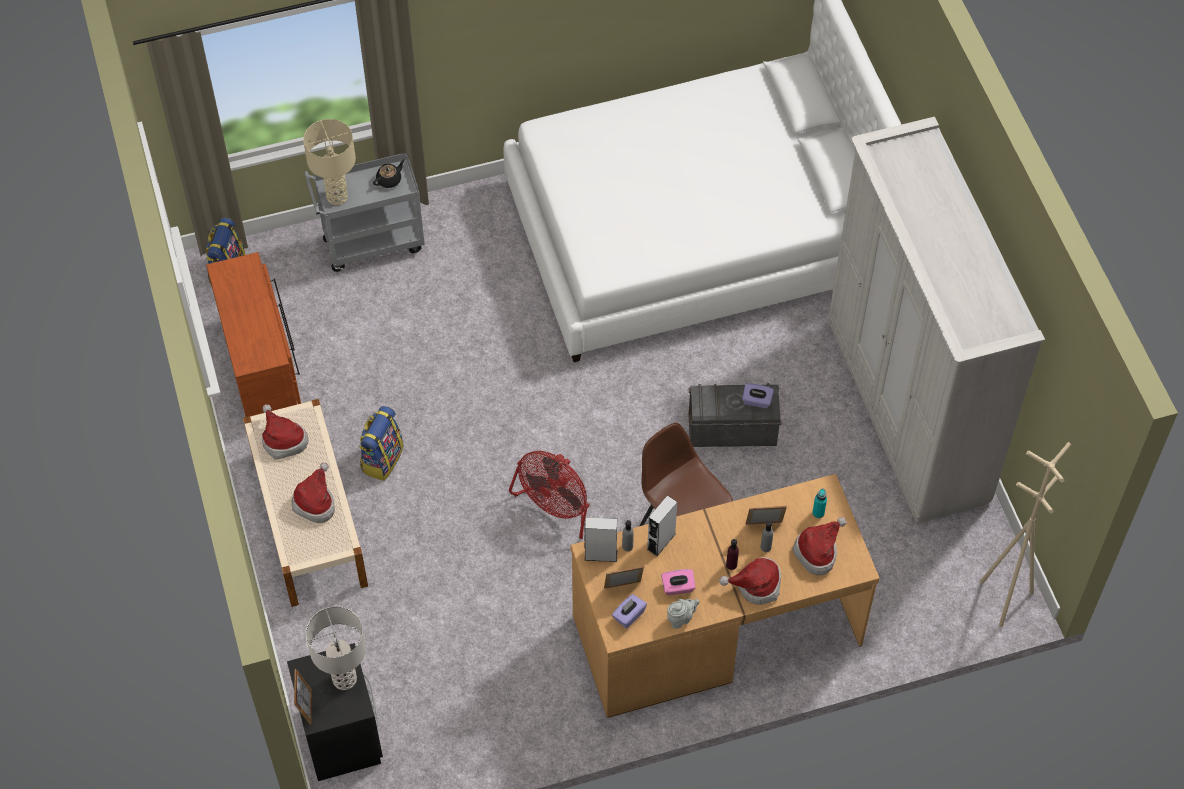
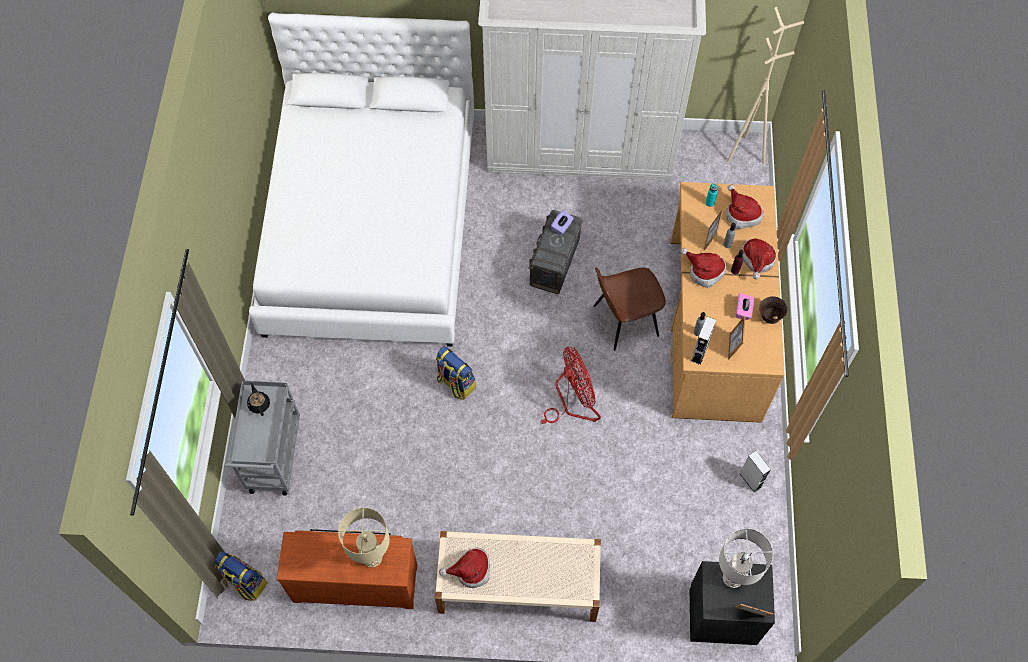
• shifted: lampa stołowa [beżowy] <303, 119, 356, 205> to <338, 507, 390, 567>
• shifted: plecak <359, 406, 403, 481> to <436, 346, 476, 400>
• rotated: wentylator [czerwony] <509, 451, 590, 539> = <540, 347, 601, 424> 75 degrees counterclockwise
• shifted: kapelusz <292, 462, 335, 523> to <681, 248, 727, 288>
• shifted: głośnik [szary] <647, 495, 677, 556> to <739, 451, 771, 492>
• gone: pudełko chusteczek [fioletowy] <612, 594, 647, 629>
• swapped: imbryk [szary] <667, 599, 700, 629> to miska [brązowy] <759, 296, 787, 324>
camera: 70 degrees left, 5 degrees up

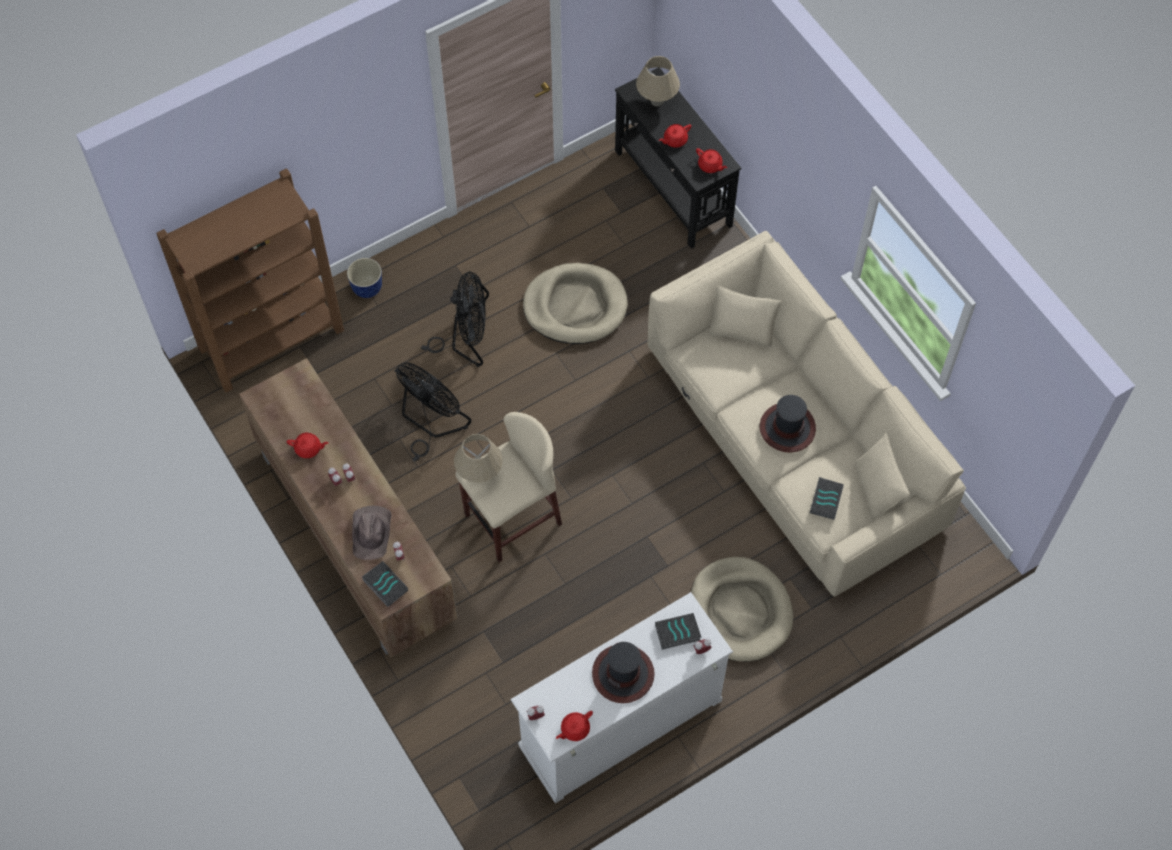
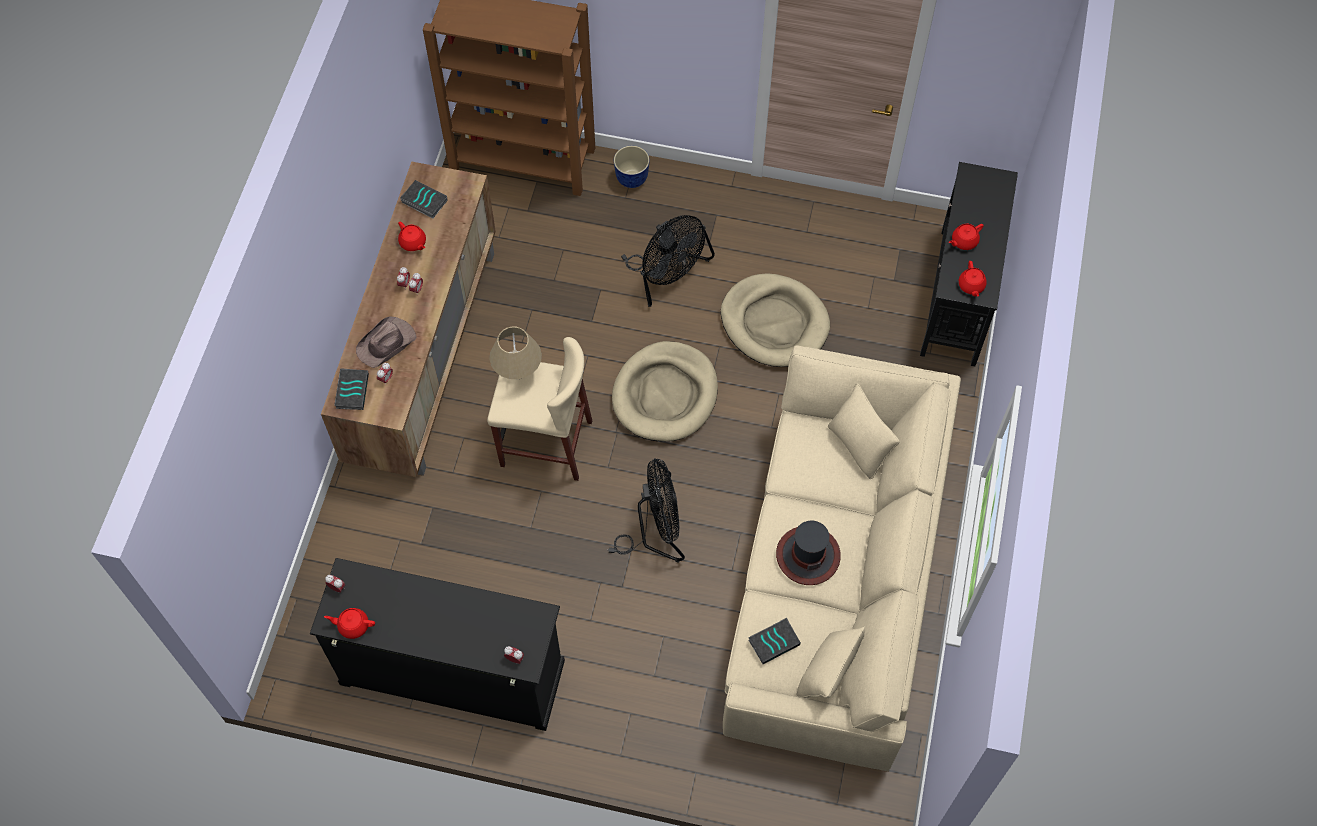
• gone: lampa stołowa [beżowy] <636, 56, 680, 106>
• rotated: imbryk [czerwony] <659, 124, 691, 148> = <949, 224, 983, 250> 45 degrees counterclockwise
• shifted: wentylator [czarny] <394, 362, 471, 462> to <607, 458, 685, 563>
• shifted: legowisko [beżowy] <691, 557, 793, 661> to <612, 341, 718, 442>
• repainted: szafka [biały] <511, 592, 733, 803> to szafka [czarny] <310, 558, 565, 731>
• shifted: książka <655, 613, 702, 650> to <400, 180, 448, 219>
• gone: kapelusz <592, 642, 655, 703>
camera: 45 degrees right, 0 degrees up

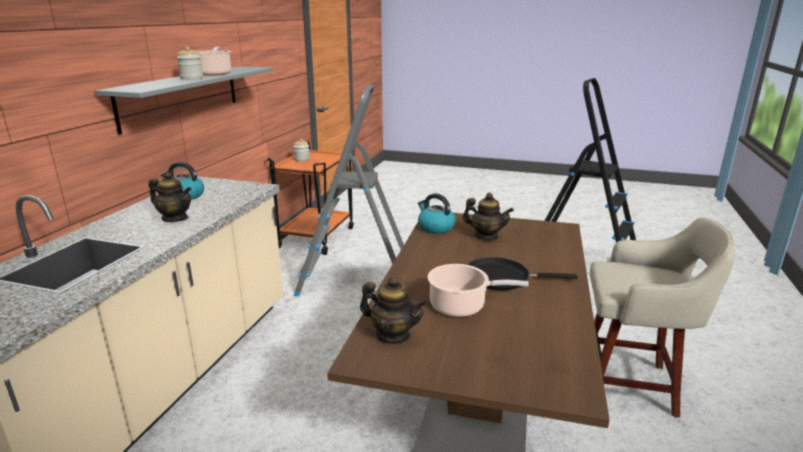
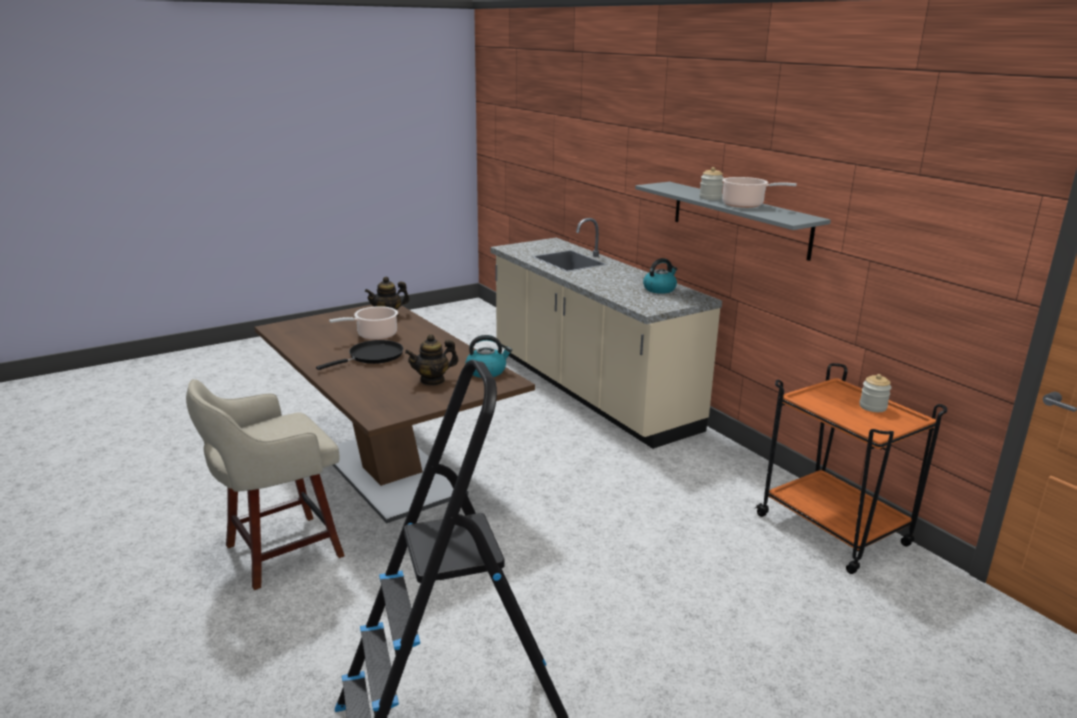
• gone: drabinka [szary] <294, 84, 404, 296>
• gone: imbryk <148, 172, 192, 222>
camera: 130 degrees right, 0 degrees up

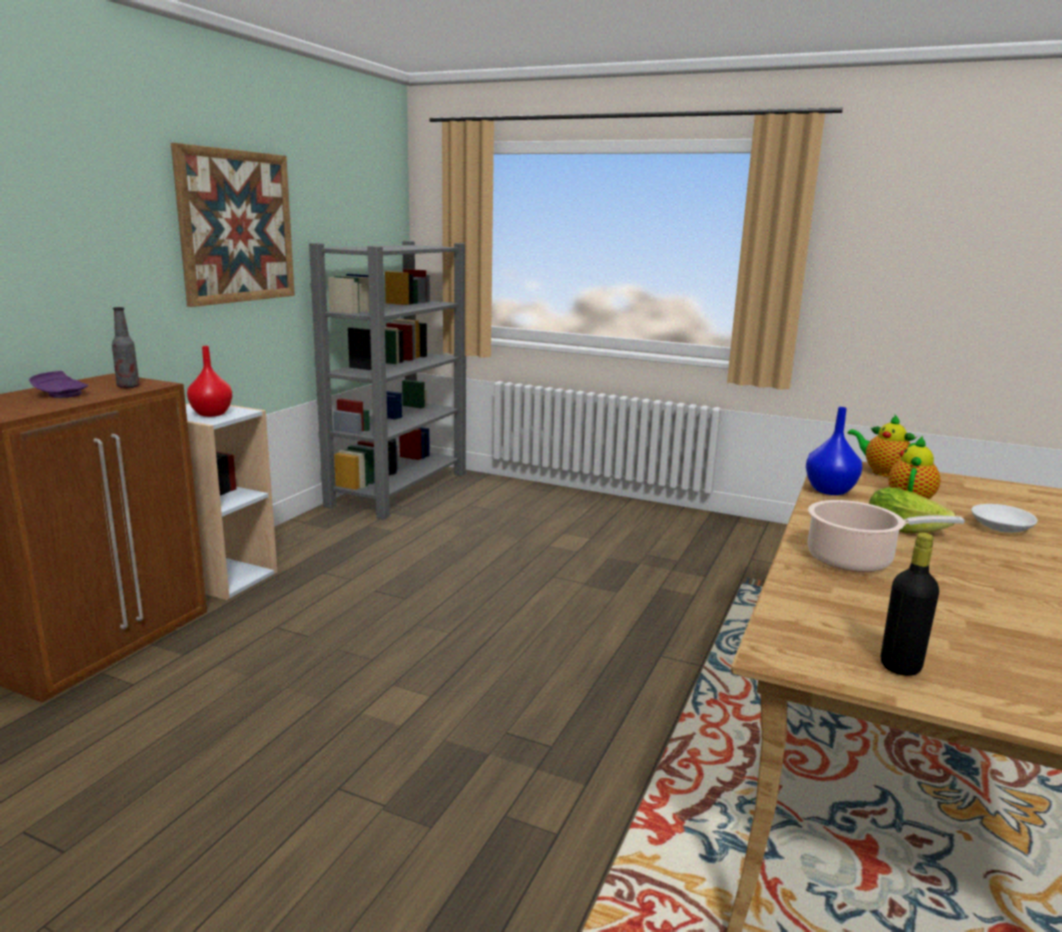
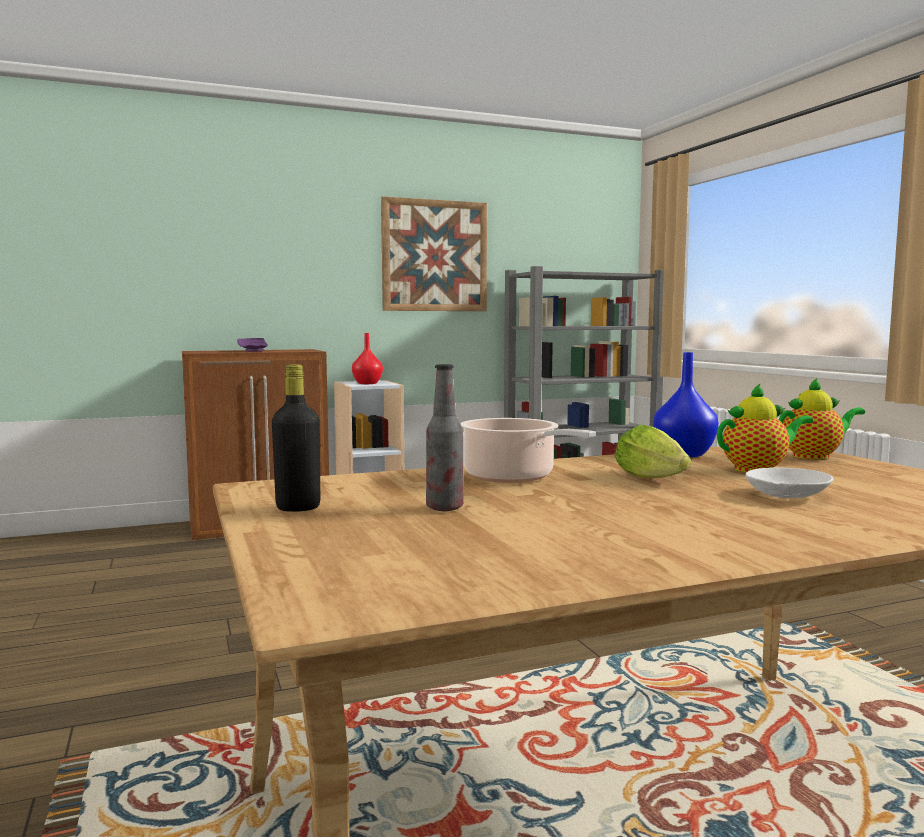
• shifted: butelka <112, 307, 139, 388> to <426, 364, 464, 511>
• rotated: imbryk <848, 415, 917, 477> = <779, 378, 865, 460> 75 degrees clockwise
camera: 45 degrees right, 10 degrees down

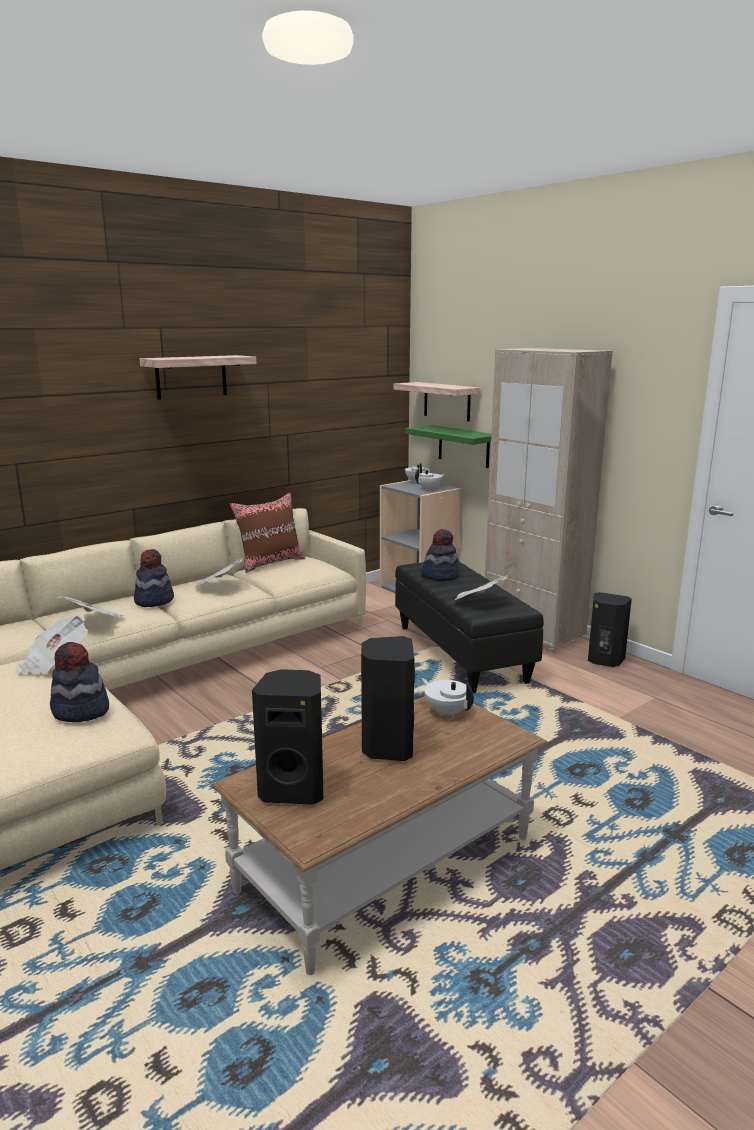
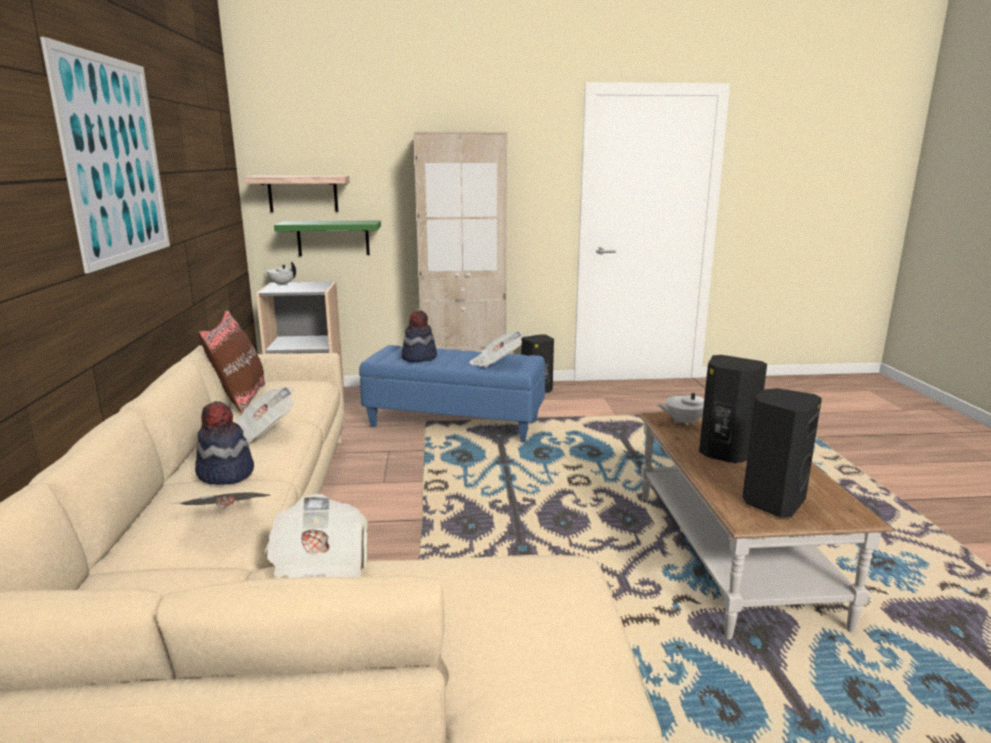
• swapped: półka <140, 355, 256, 400> to obraz <40, 37, 170, 274>
• gone: imbryk [biały] <415, 468, 445, 491>
• repainted: pufa [czarny] <395, 561, 544, 693> to pufa [niebieski] <359, 345, 545, 443>
• gone: kapelusz <50, 642, 109, 722>
camera: 55 degrees left, 0 degrees up

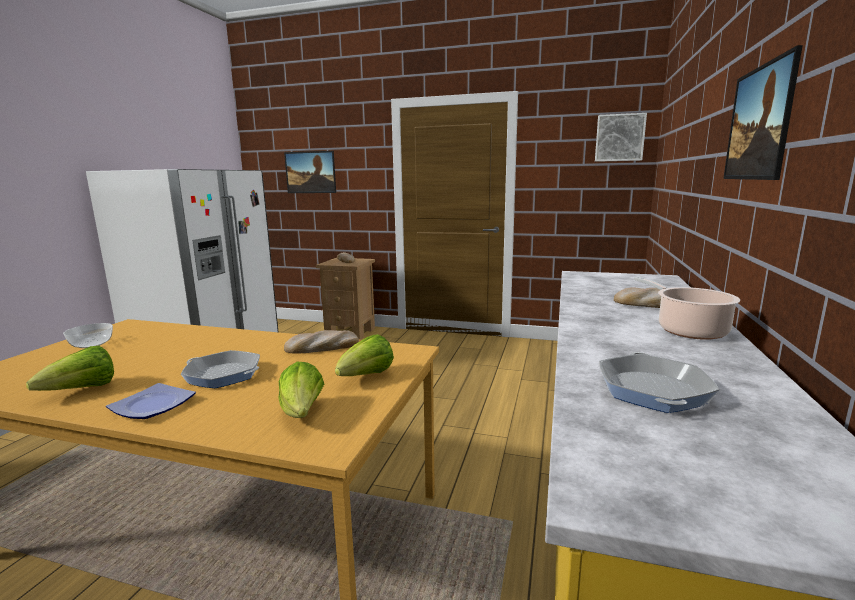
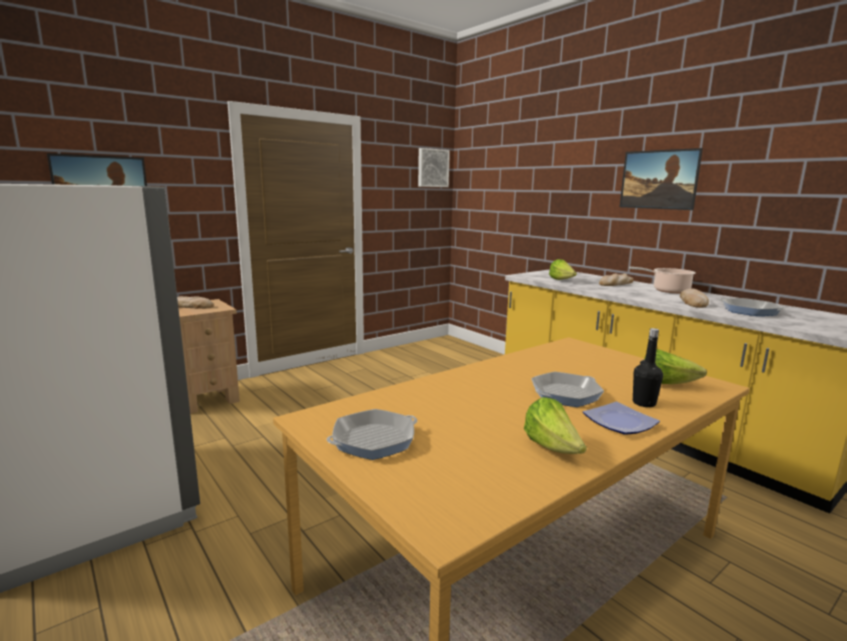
• swapped: miska <63, 323, 113, 348> to patelnia <326, 409, 417, 460>
• shifted: chleb <284, 330, 359, 354> to <680, 288, 709, 308>
• shifted: sałata <335, 334, 394, 376> to <549, 259, 577, 280>
• new: butelka [czarny] <633, 328, 663, 407>
camera: 55 degrees left, 0 degrees up

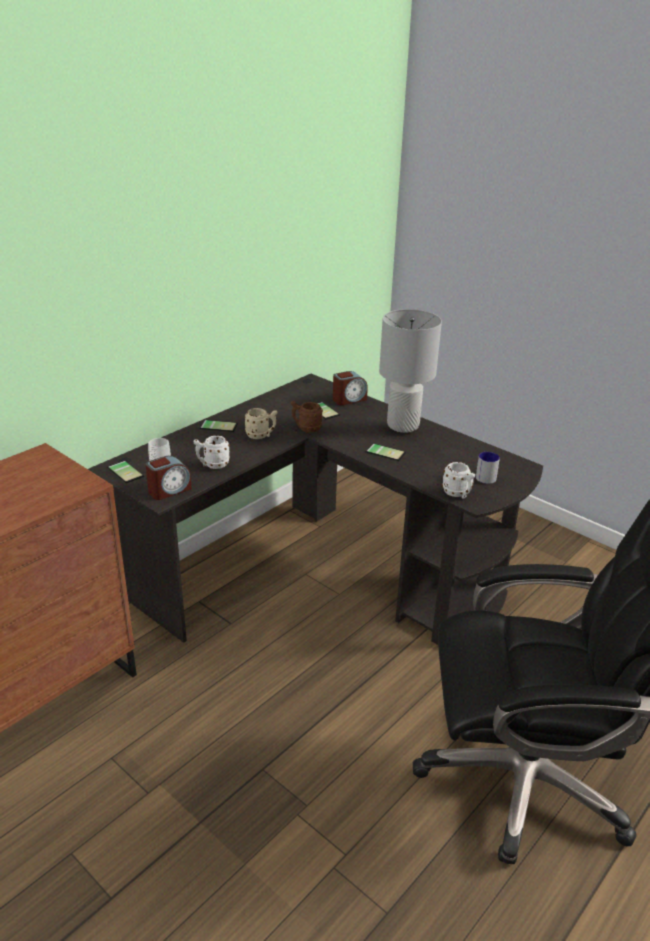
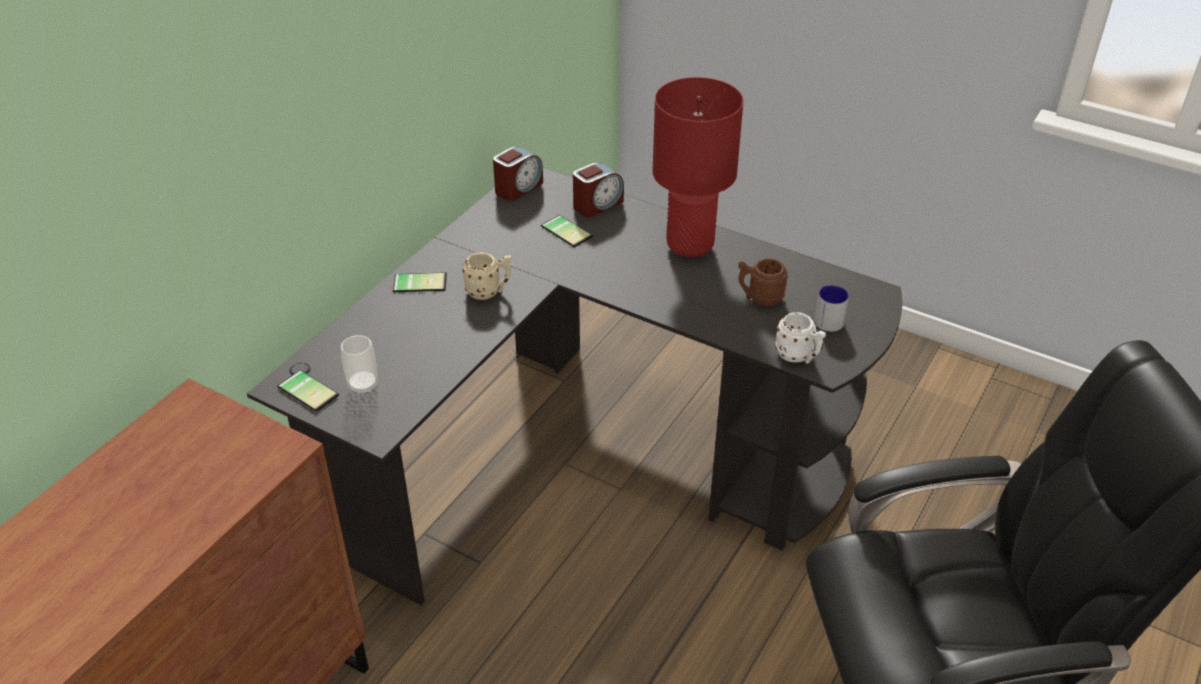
• repainted: lampa stołowa [szary] <379, 309, 442, 433> to lampa stołowa [czerwony] <652, 77, 744, 257>
• shifted: kubek [brązowy] <291, 401, 323, 433> to <738, 258, 788, 306>
• gone: kubek [biały] <193, 436, 230, 469>
• gone: telefon <365, 443, 406, 461>
• shifted: budzik <145, 456, 192, 500> to <493, 146, 543, 201>
camera: 10 degrees left, 10 degrees up

